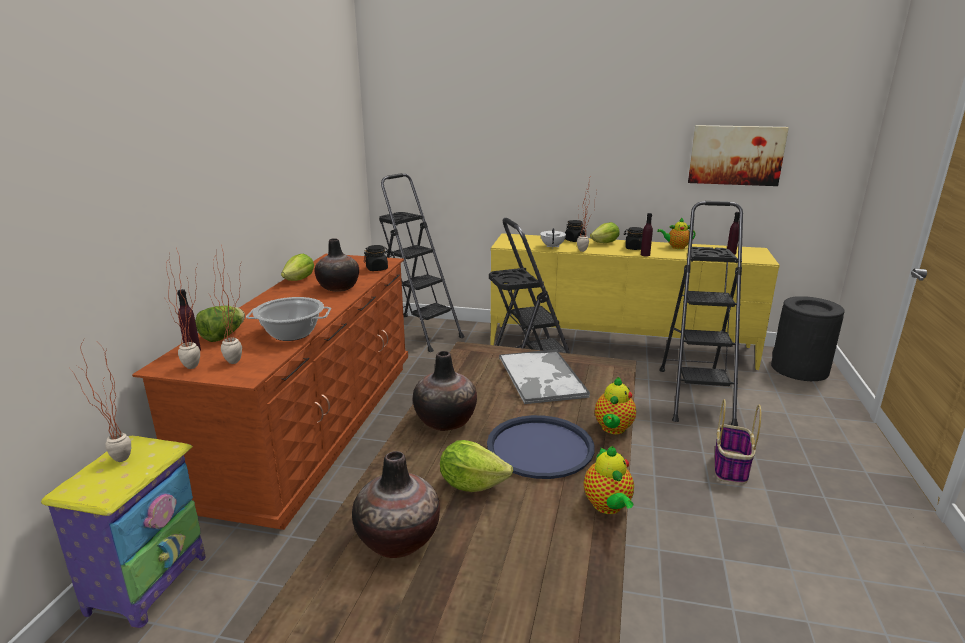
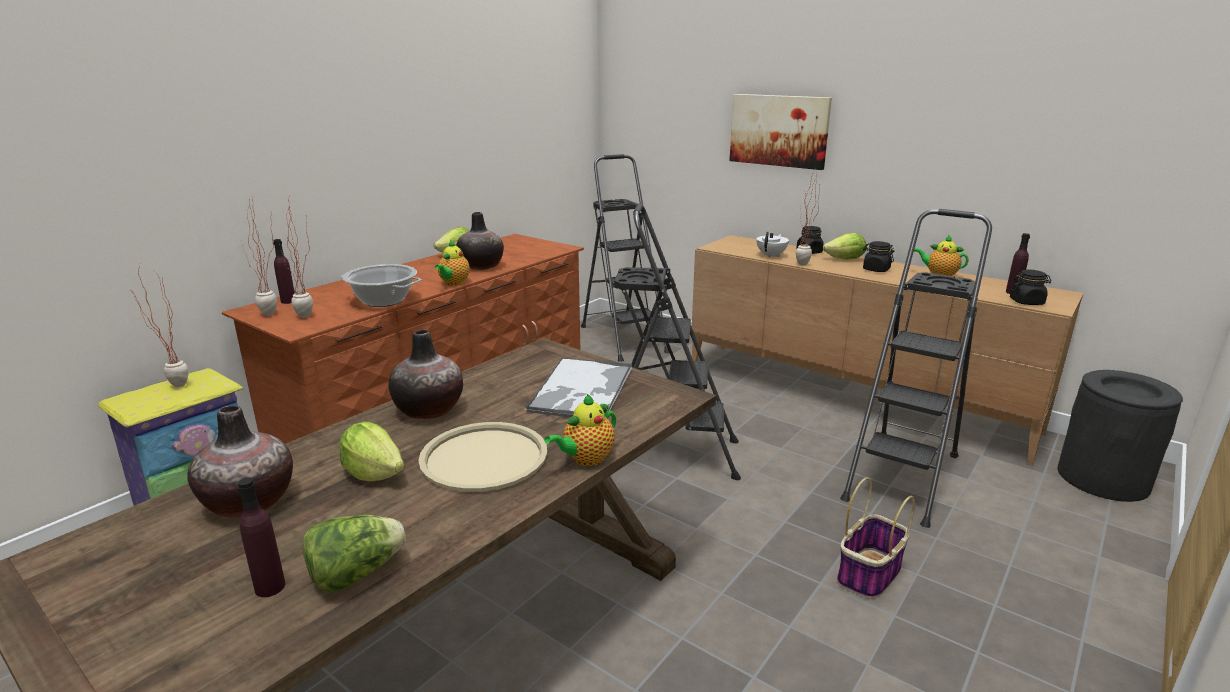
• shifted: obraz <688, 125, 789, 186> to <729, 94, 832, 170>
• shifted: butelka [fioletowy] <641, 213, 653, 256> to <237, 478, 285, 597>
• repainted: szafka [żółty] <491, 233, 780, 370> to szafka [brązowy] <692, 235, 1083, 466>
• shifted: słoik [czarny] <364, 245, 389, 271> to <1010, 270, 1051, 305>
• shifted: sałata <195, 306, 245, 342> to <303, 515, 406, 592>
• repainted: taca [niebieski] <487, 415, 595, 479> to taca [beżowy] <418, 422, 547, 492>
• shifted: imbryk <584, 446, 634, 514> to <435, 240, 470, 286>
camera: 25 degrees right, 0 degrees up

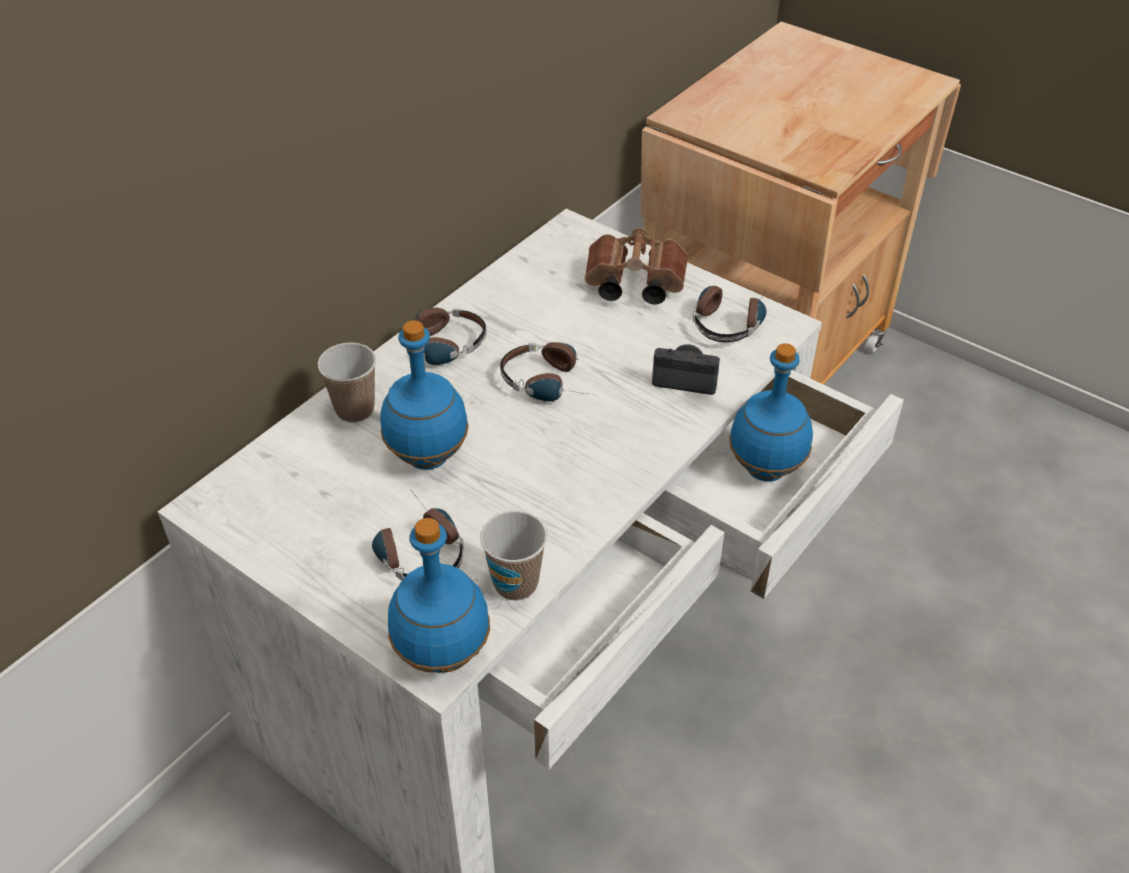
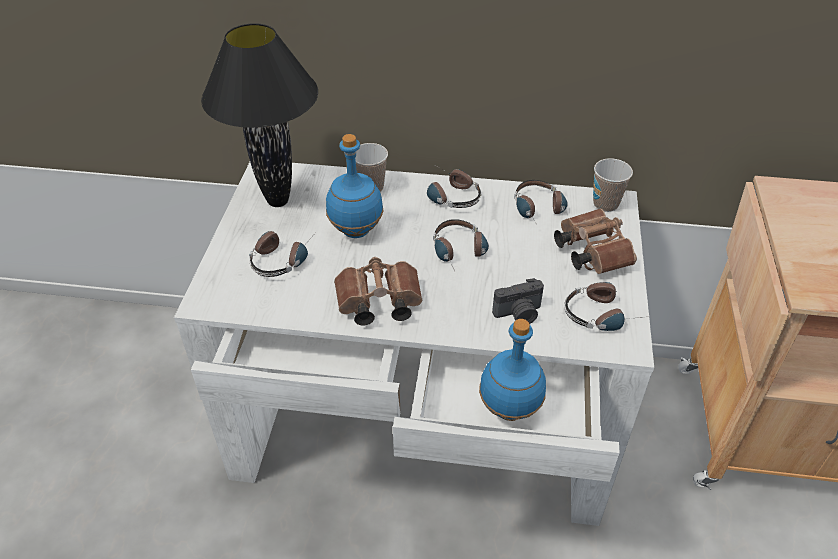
• rotated: aparat fotograficzny <652, 344, 720, 395> = <492, 278, 544, 324> 90 degrees clockwise
• shifted: filiżanka <480, 511, 547, 601> to <593, 158, 633, 212>
• gone: butelka [niebieski] <388, 518, 490, 673>
• new: lampa stołowa [czarny] <201, 23, 318, 207>
• new: słuchawki <514, 180, 568, 225>
• new: lornetka [brązowy] <334, 257, 423, 325>
camera: 60 degrees right, 0 degrees up

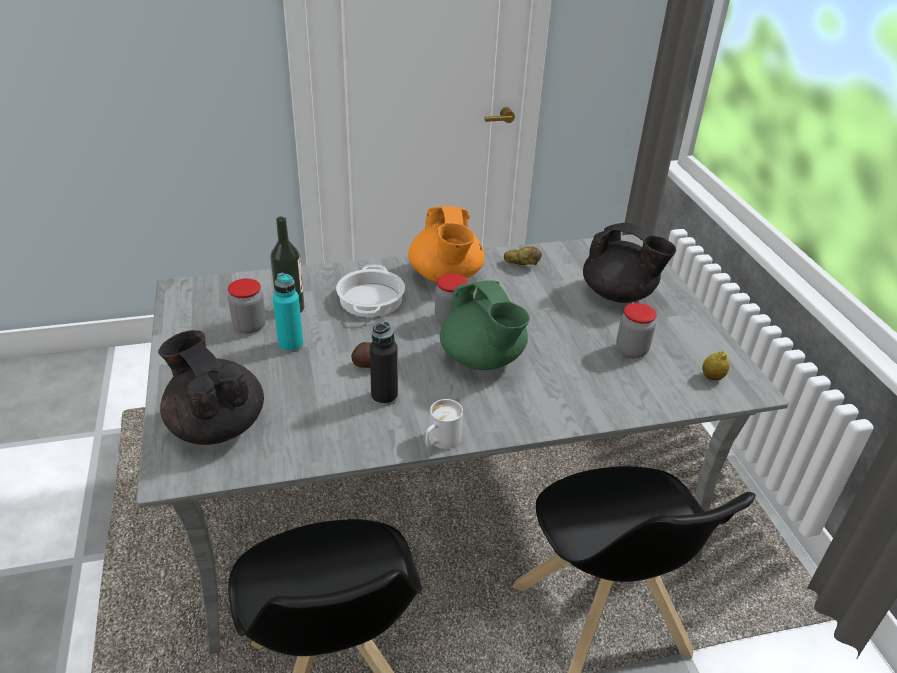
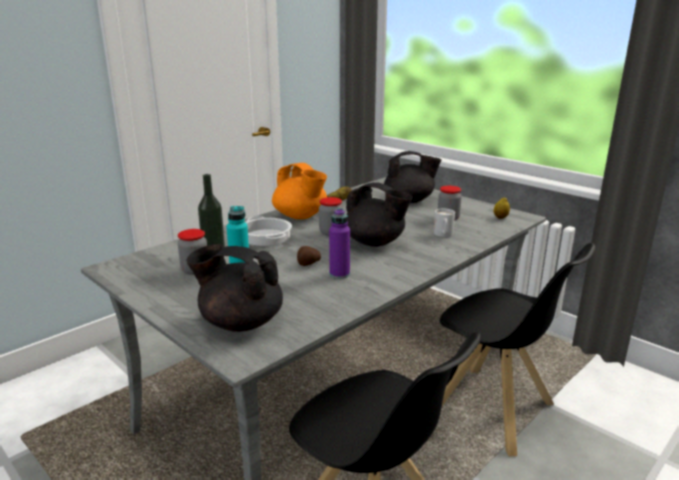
• repainted: imbryk [zielony] <440, 280, 530, 370> to imbryk [czarny] <346, 182, 413, 247>
• repainted: butelka [czarny] <370, 322, 398, 406> to butelka [fioletowy] <329, 209, 350, 279>
• shifted: kubek [biały] <425, 399, 463, 449> to <434, 209, 455, 237>
camera: 30 degrees left, 15 degrees down

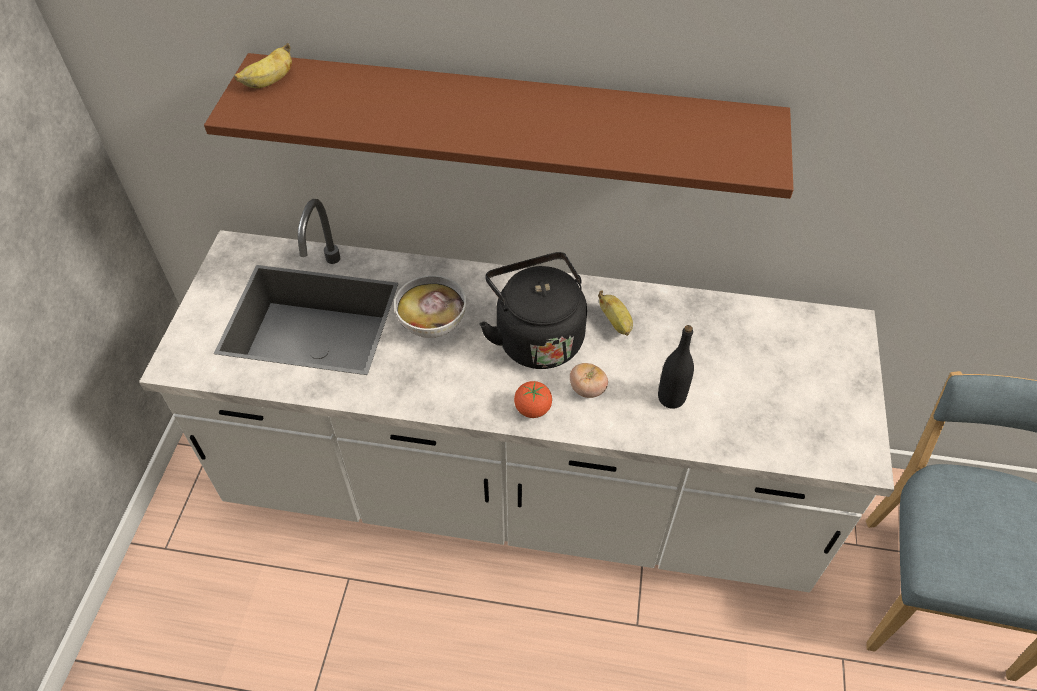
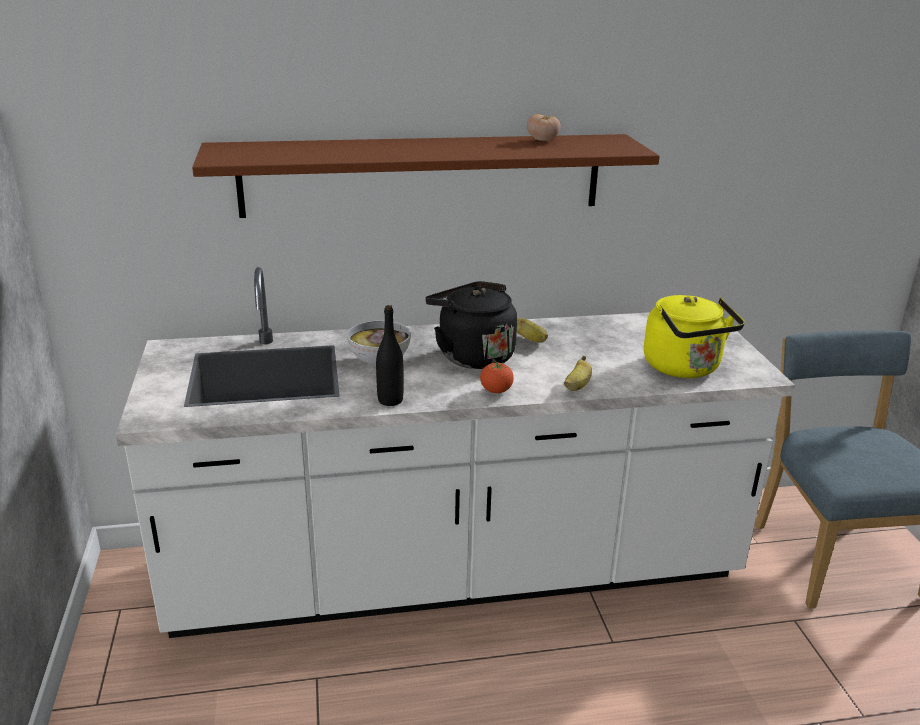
• shifted: banan <234, 43, 292, 88> to <564, 356, 592, 391>
• shifted: butelka [czarny] <658, 325, 694, 409> to <376, 305, 404, 406>
• shifted: pomidor <570, 363, 608, 398> to <527, 114, 561, 141>
• new: czajnik [żółty] <644, 295, 745, 378>
camera: 20 degrees left, 25 degrees down

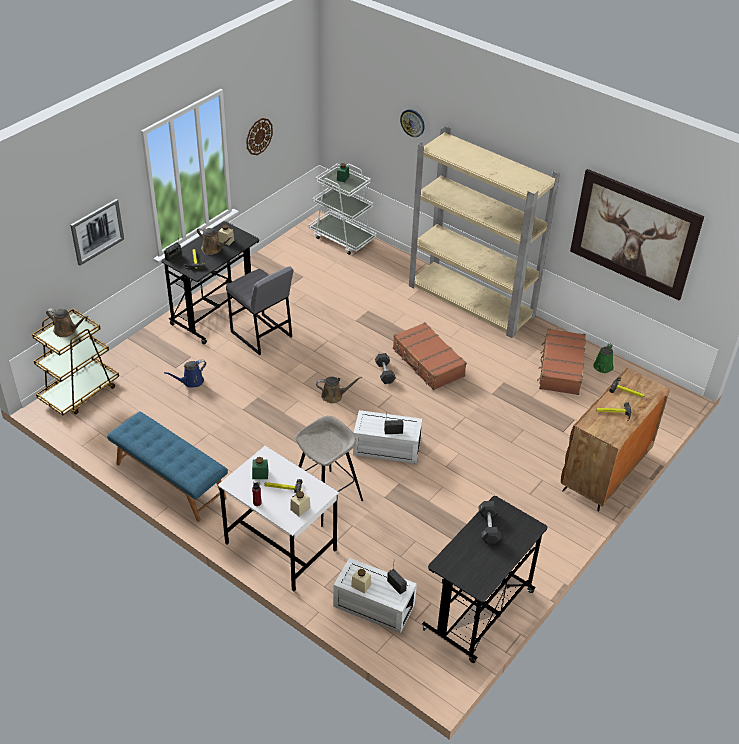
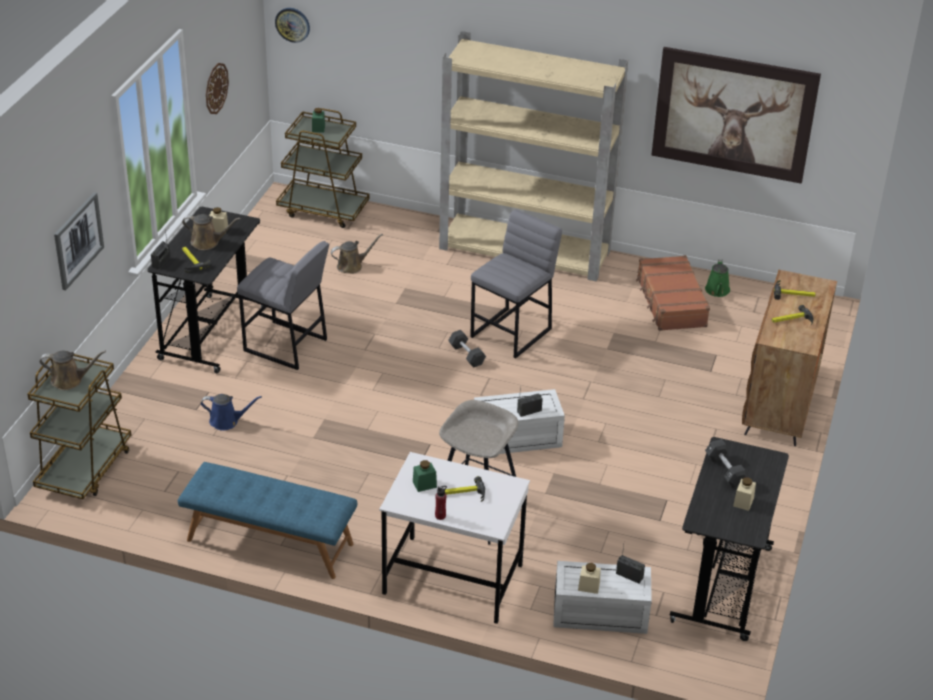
• shifted: zegar ścienny <400, 109, 425, 137> to <275, 8, 310, 43>
• repainted: wózek [biały] <309, 164, 377, 255> to wózek [brązowy] <276, 108, 370, 228>
• swapped: walizka [brązowy] <393, 322, 467, 390> to krzesło [szary] <470, 209, 562, 359>
• rotated: konewka [niebieski] <164, 359, 206, 388> = <201, 394, 262, 431> 120 degrees counterclockwise
• shifted: konewka [brązowy] <316, 377, 362, 403> to <331, 234, 383, 274>
• shifted: słoik [beżowy] <290, 491, 311, 517> to <733, 477, 756, 511>
camera: 20 degrees left, 5 degrees down

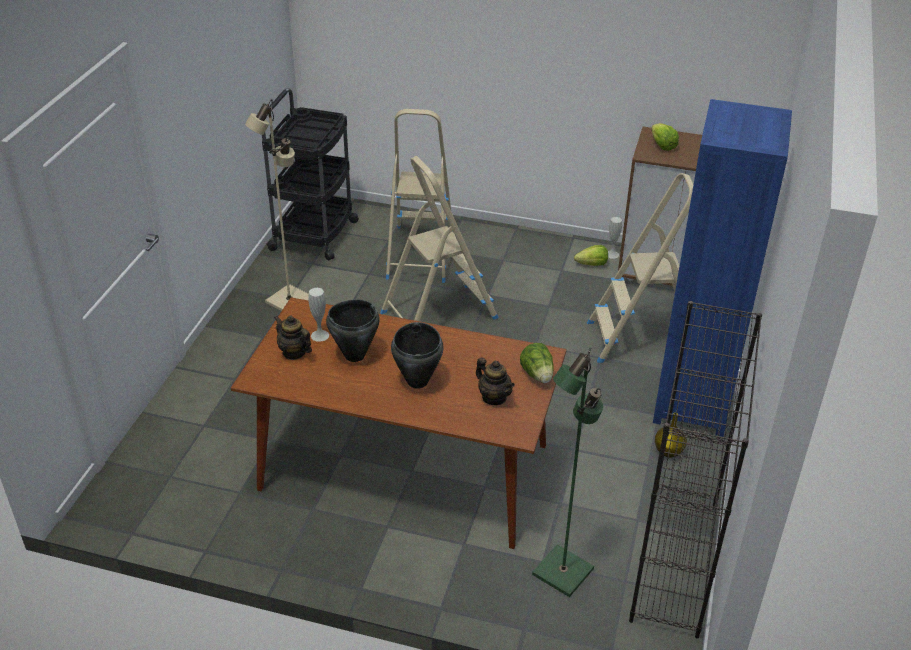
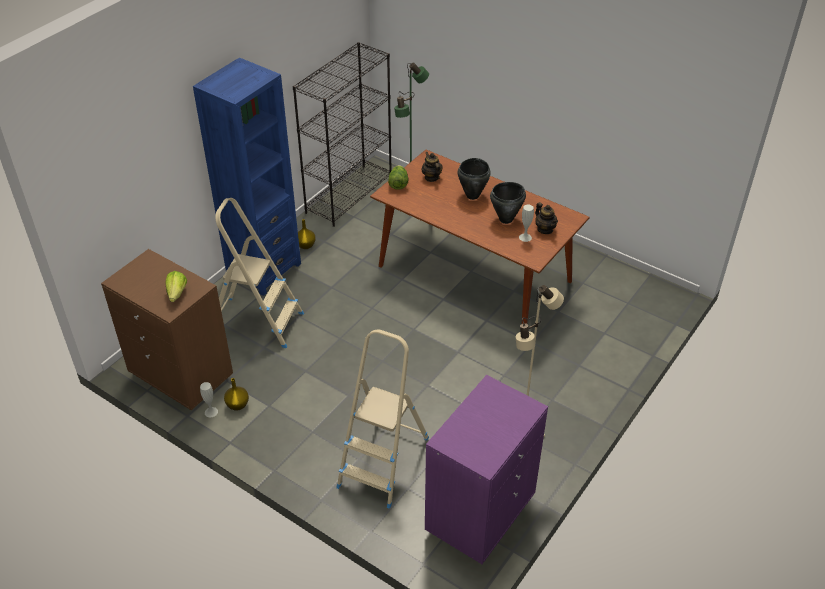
• swapped: wózek [czarny] <262, 88, 359, 261> to szafka [fioletowy] <425, 375, 548, 564>
• gone: drabinka [beżowy] <380, 156, 499, 321>
• swapped: sałata <574, 245, 608, 266> to wazon [żółty] <224, 378, 249, 411>
camera: 160 degrees left, 5 degrees up

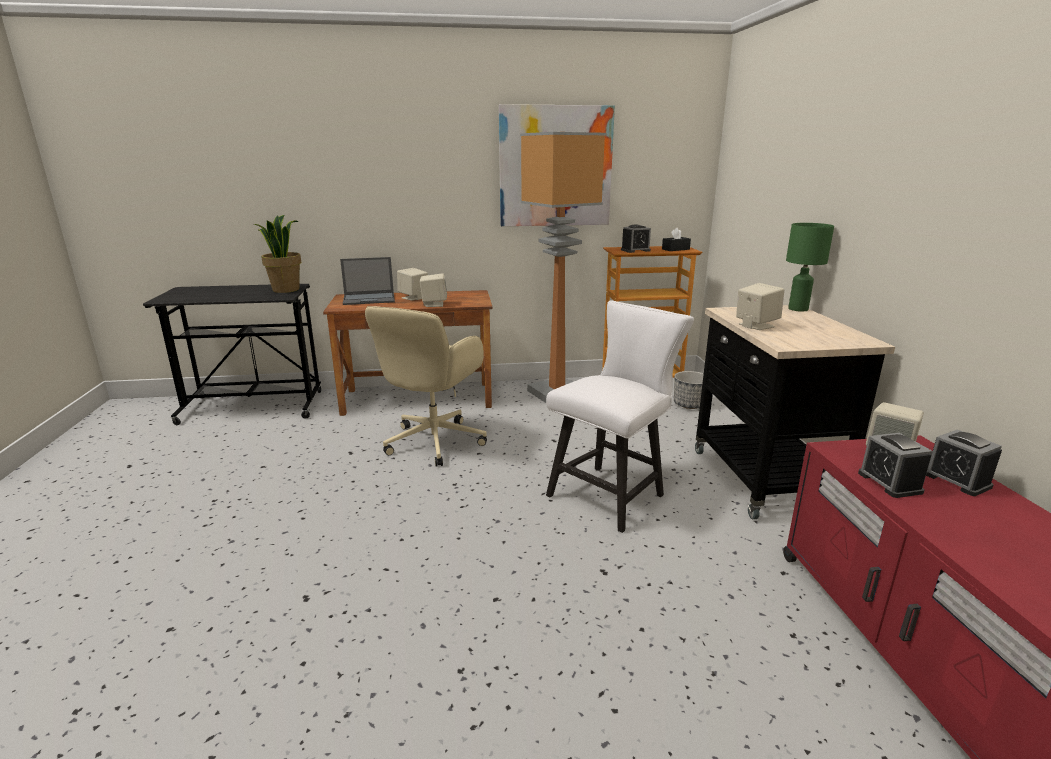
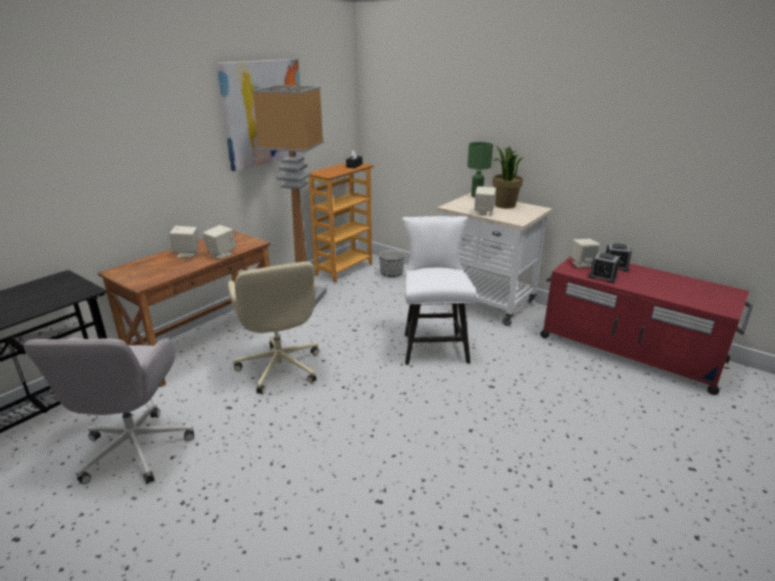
• shifted: roślina doniczkowa <254, 215, 301, 293> to <492, 145, 523, 208>
• gone: budzik <621, 224, 651, 253>
• gone: laptop <340, 257, 395, 305>
• repainted: wózek [czarny] <695, 305, 895, 519> to wózek [biały] <437, 193, 552, 326>
• new: krzesło biurowe [szary] <24, 337, 194, 484>
camera: 45 degrees left, 5 degrees up

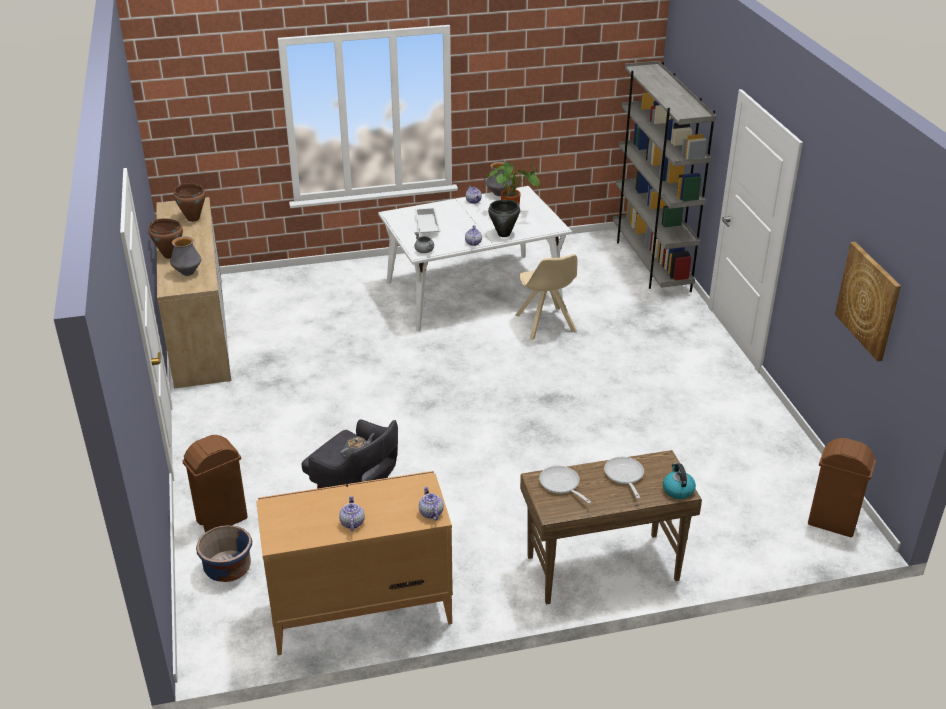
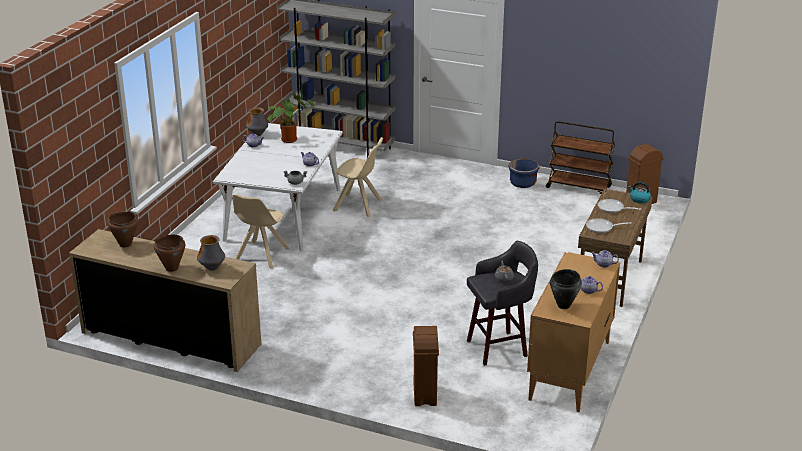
• shifted: garnek [czarny] <488, 200, 520, 237> to <550, 269, 582, 309>
• gone: taca [biały] <415, 208, 441, 233>
• gone: obraz <835, 242, 901, 362>
• shifted: donica [niebieski] <196, 525, 252, 582> to <508, 158, 539, 188>
• new: wózek [brązowy] <546, 121, 615, 194>
• new: krzesło [beżowy] <232, 193, 290, 269>
camera: 55 degrees left, 5 degrees down

